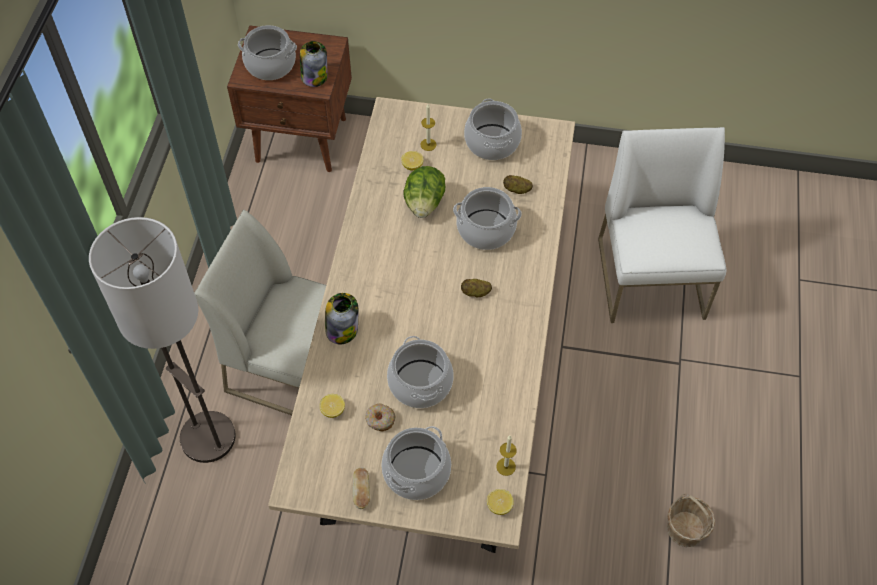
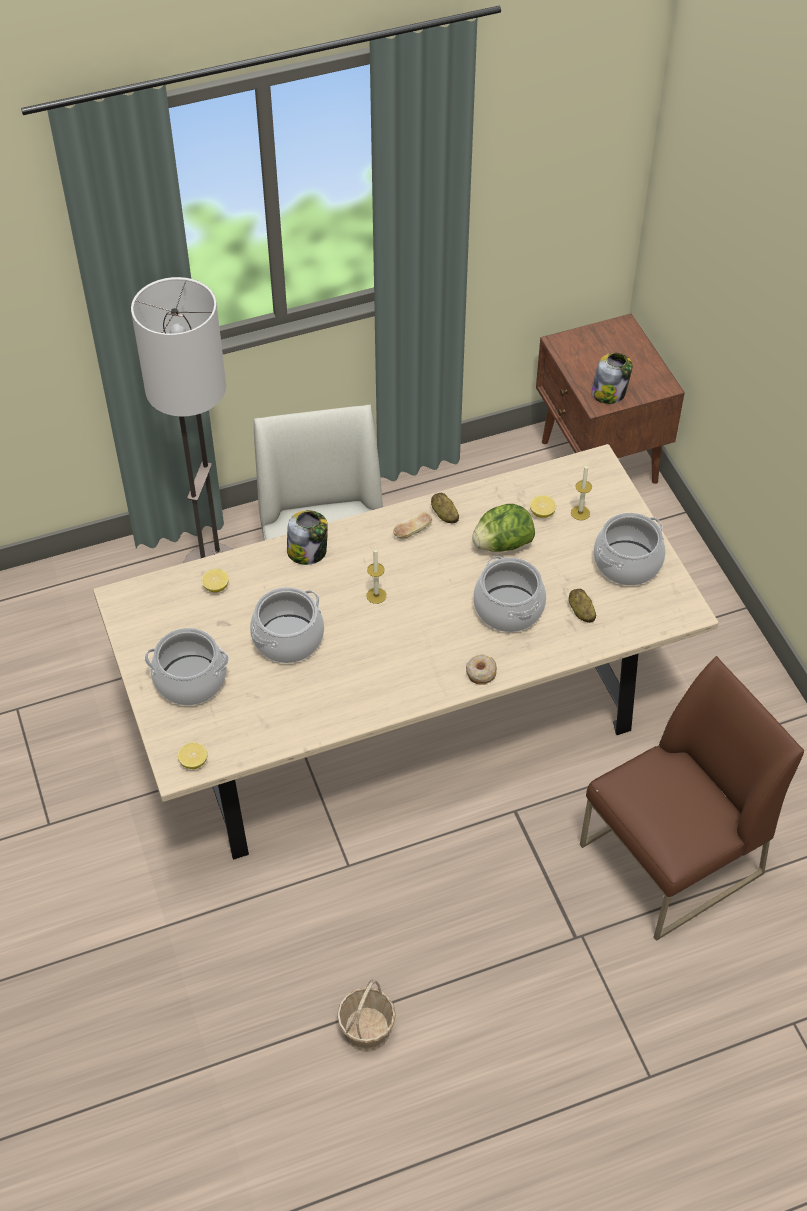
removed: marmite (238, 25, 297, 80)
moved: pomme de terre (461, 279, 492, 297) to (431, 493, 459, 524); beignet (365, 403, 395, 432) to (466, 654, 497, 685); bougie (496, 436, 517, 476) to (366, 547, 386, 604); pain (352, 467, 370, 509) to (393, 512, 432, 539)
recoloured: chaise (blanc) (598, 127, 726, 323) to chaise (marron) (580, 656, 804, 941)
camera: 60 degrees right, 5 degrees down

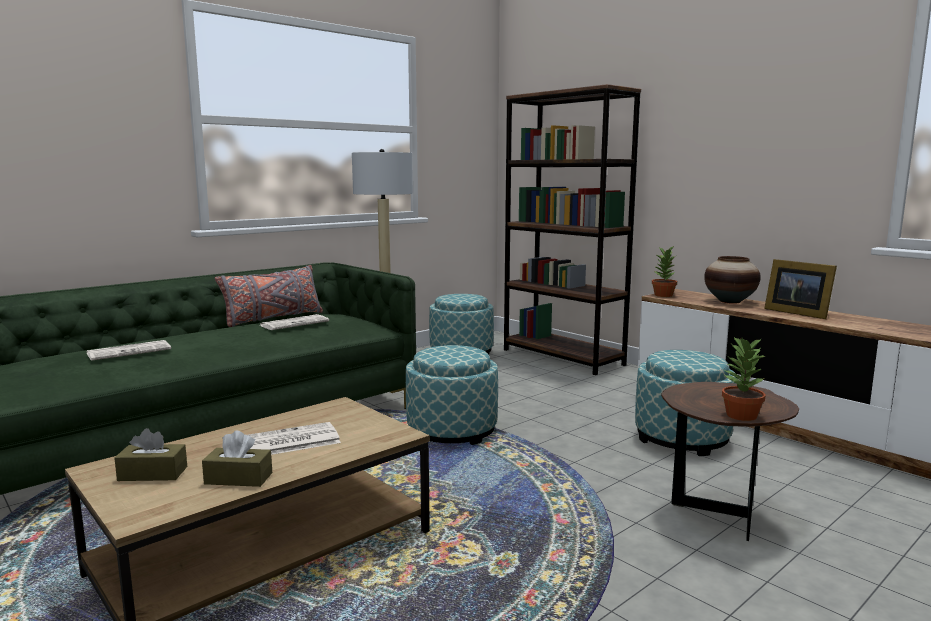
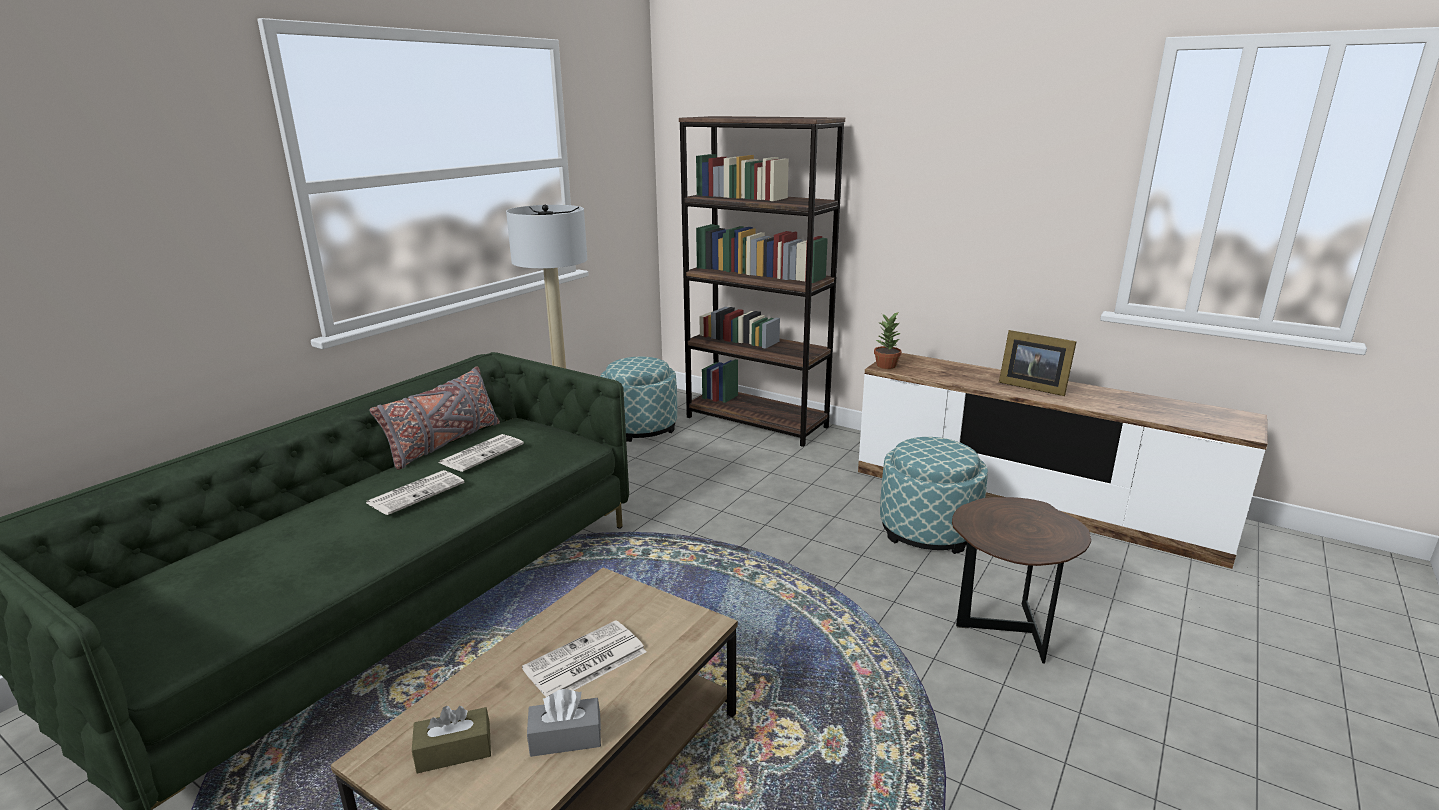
removed: vase (704, 256, 761, 304); plante en pot (722, 337, 765, 421); pouf (406, 345, 498, 445)
moved: journal (86, 340, 171, 361) to (366, 470, 464, 515)
recoloured: boîte à mouchoirs (marron) (202, 431, 272, 487) to boîte à mouchoirs (gris) (527, 689, 601, 757)
camera: 15 degrees left, 10 degrees up

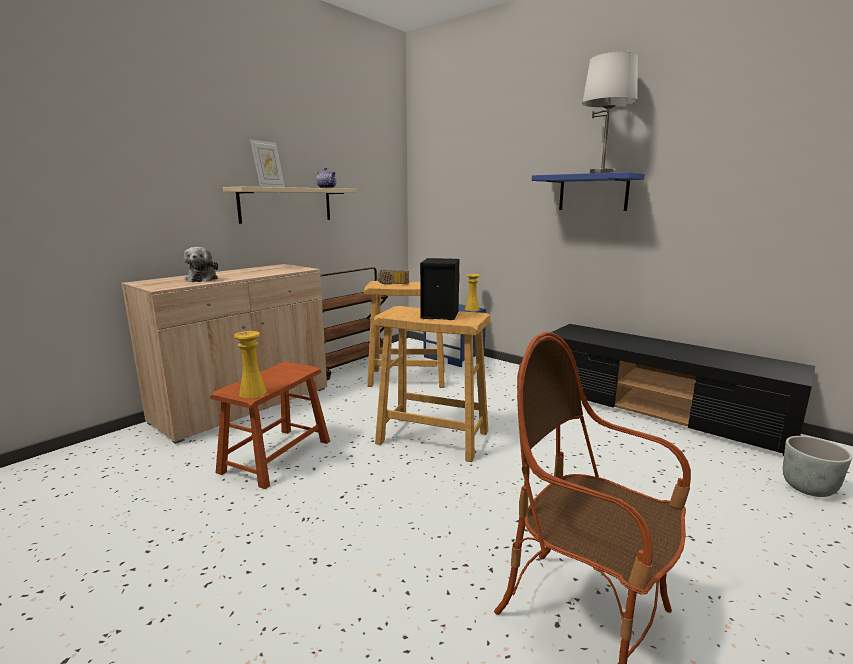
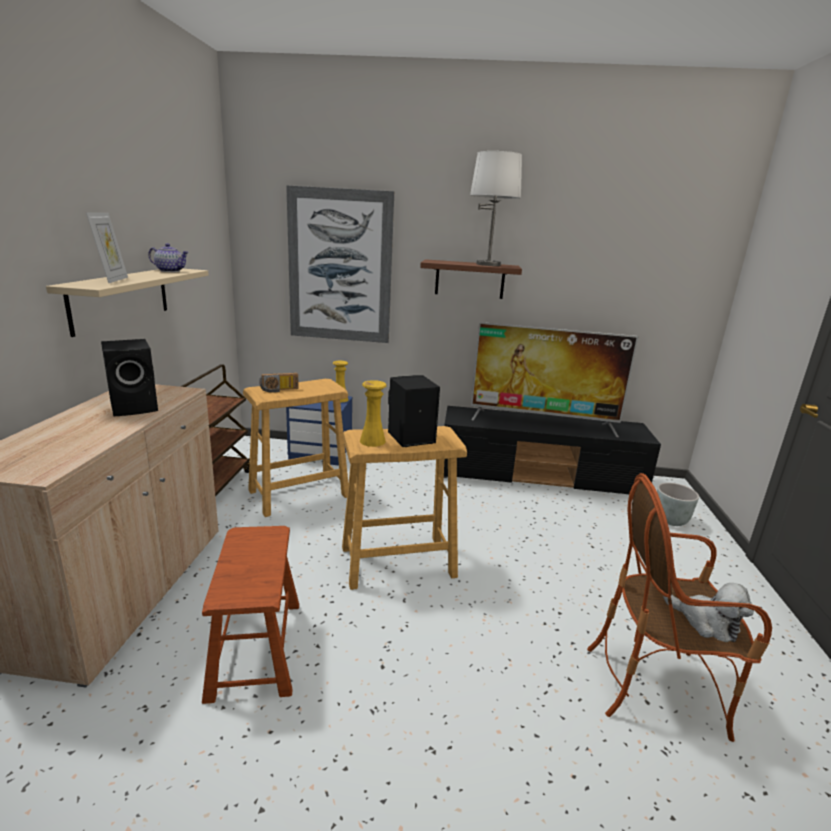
added: tableau (286, 185, 394, 343); téléviseur (471, 322, 639, 437); enceinte (noir) (101, 339, 158, 417)
moved: peluche (184, 247, 218, 282) to (663, 583, 754, 642); vase (jaune) (234, 331, 267, 398) to (360, 380, 386, 447)
recoloured: étagère (bleu) (532, 172, 645, 211) to étagère (marron) (420, 259, 522, 299)
camera: 35 degrees left, 5 degrees up

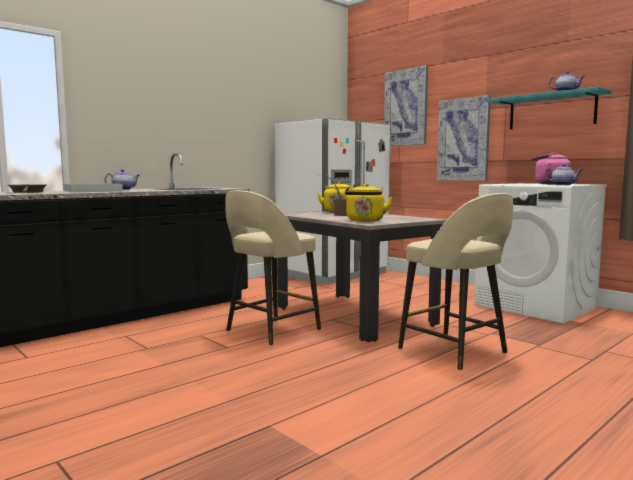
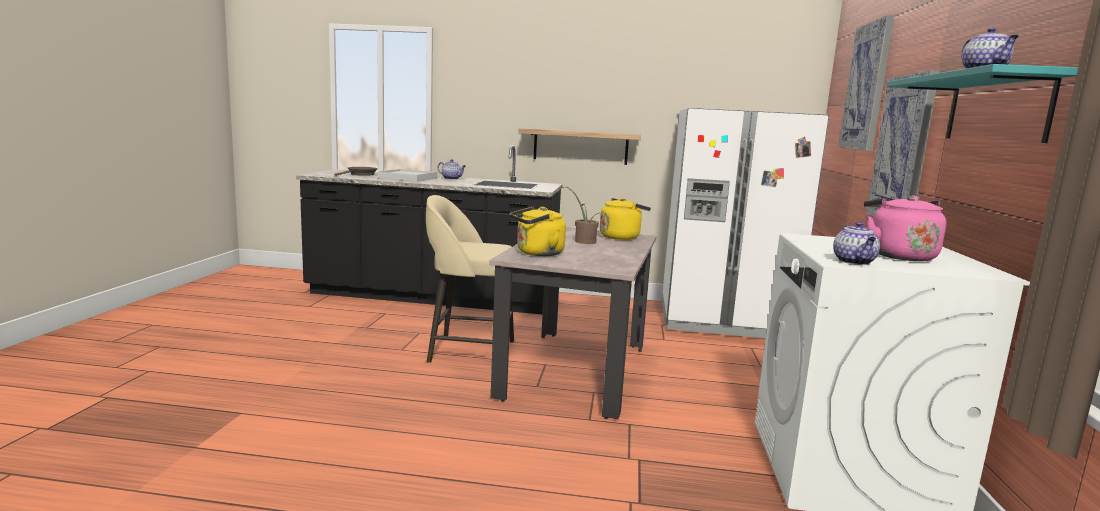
removed: tabouret (beige) (398, 193, 513, 370)
added: étagère (518, 128, 641, 165)
camera: 50 degrees right, 5 degrees up

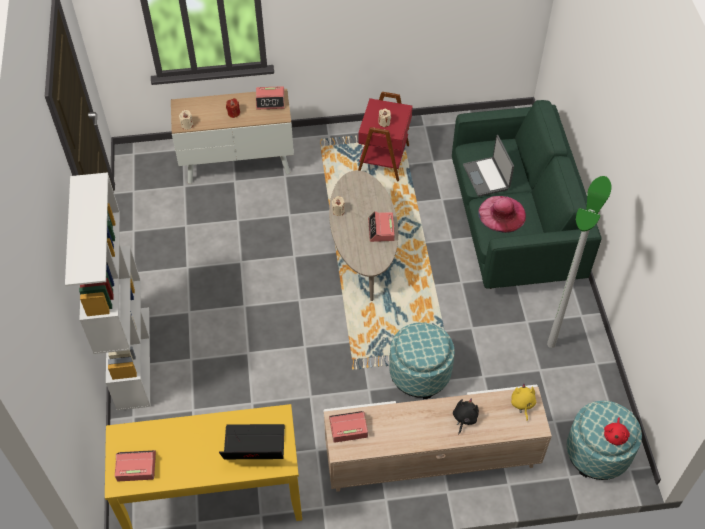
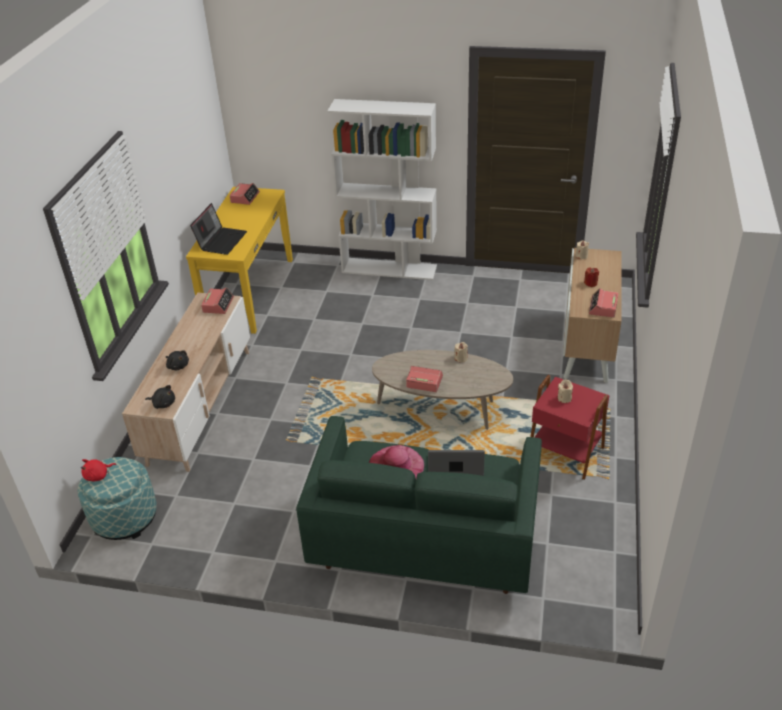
removed: lampadaire (547, 176, 612, 348); pouf (389, 322, 455, 399)
recoloured: peluche (jaune) (511, 383, 536, 421) to peluche (noir) (145, 385, 175, 409)
turned: peluche (rouge) (604, 417, 630, 445) = (81, 459, 117, 481) 75 degrees counterclockwise
camera: 110 degrees right, 15 degrees down

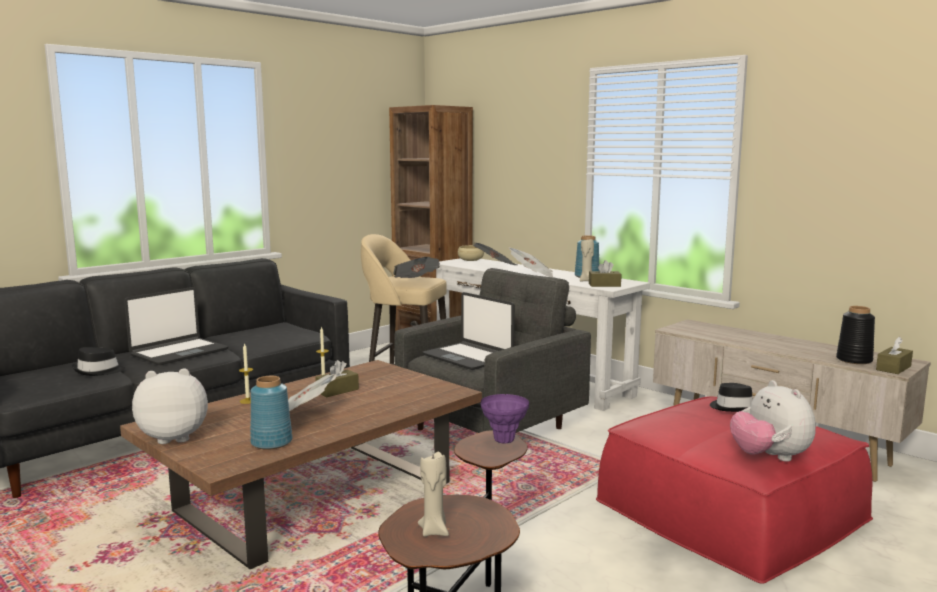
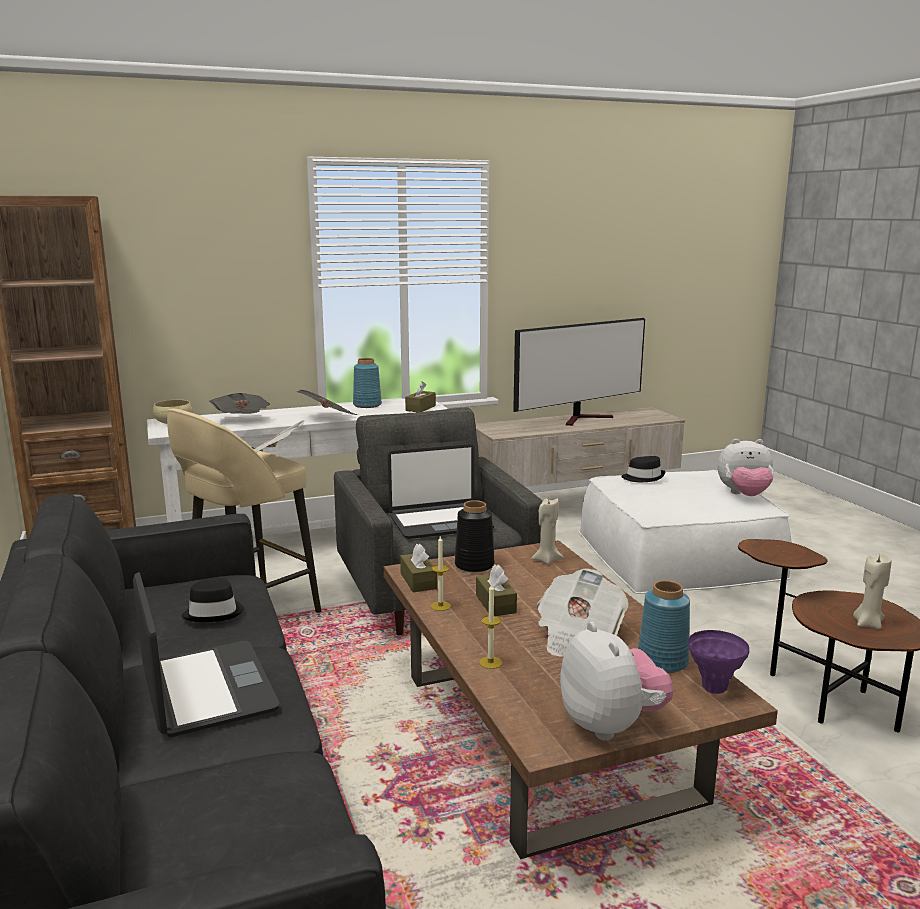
added: téléviseur (513, 318, 645, 426)
moved: bougie (beige) (580, 239, 594, 281) to (531, 499, 563, 565); vase (noir) (836, 306, 875, 364) to (455, 500, 495, 572); boîte à mouchoirs (marron) (876, 337, 913, 374) to (400, 544, 437, 592); chapeau (noir) (72, 347, 125, 376) to (181, 578, 244, 622); vase (violet) (481, 394, 529, 443) to (688, 630, 749, 694)
recoloured: pouf (rouge) (596, 396, 873, 584) to pouf (blanc) (579, 470, 791, 594)
turned: peluche (132, 368, 208, 444) = (560, 622, 673, 740) 150 degrees clockwise
camera: 65 degrees left, 5 degrees up

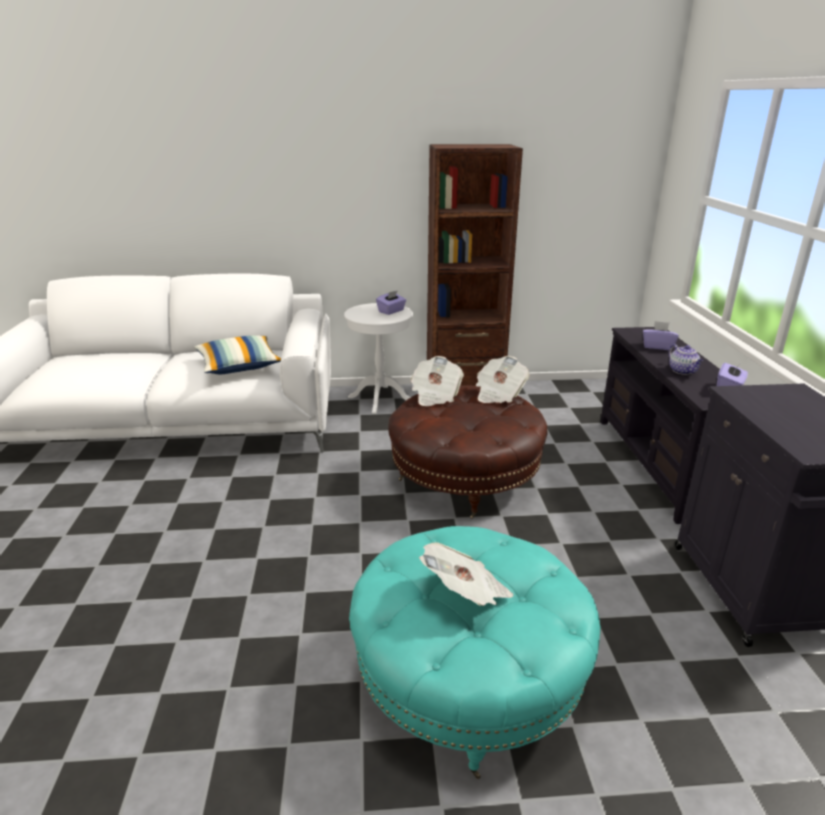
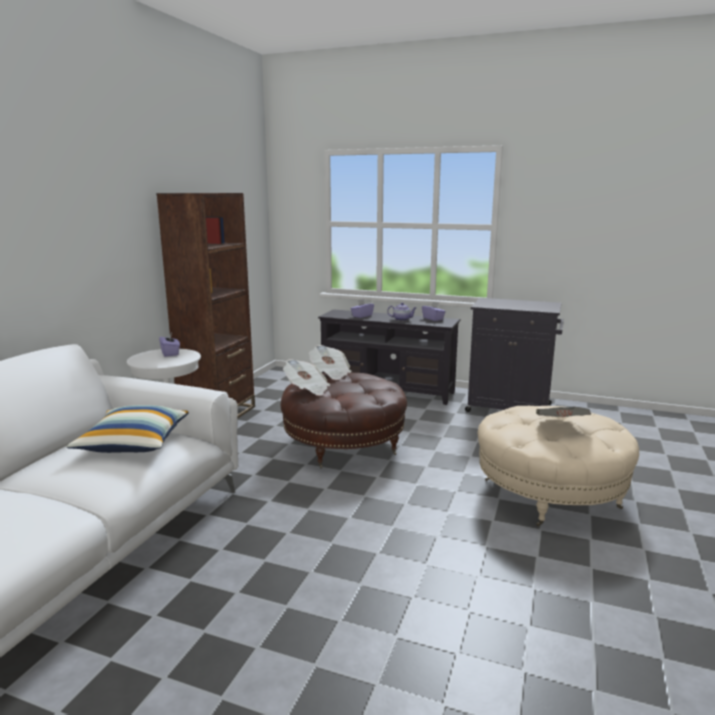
recoloured: pouf (turquoise) (349, 526, 601, 779) to pouf (beige) (477, 406, 639, 526)
camera: 65 degrees left, 10 degrees down

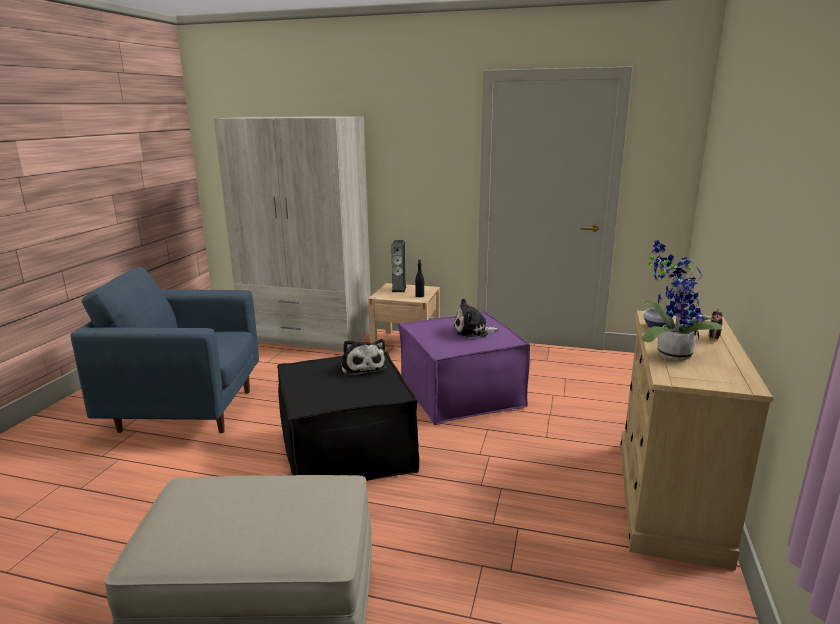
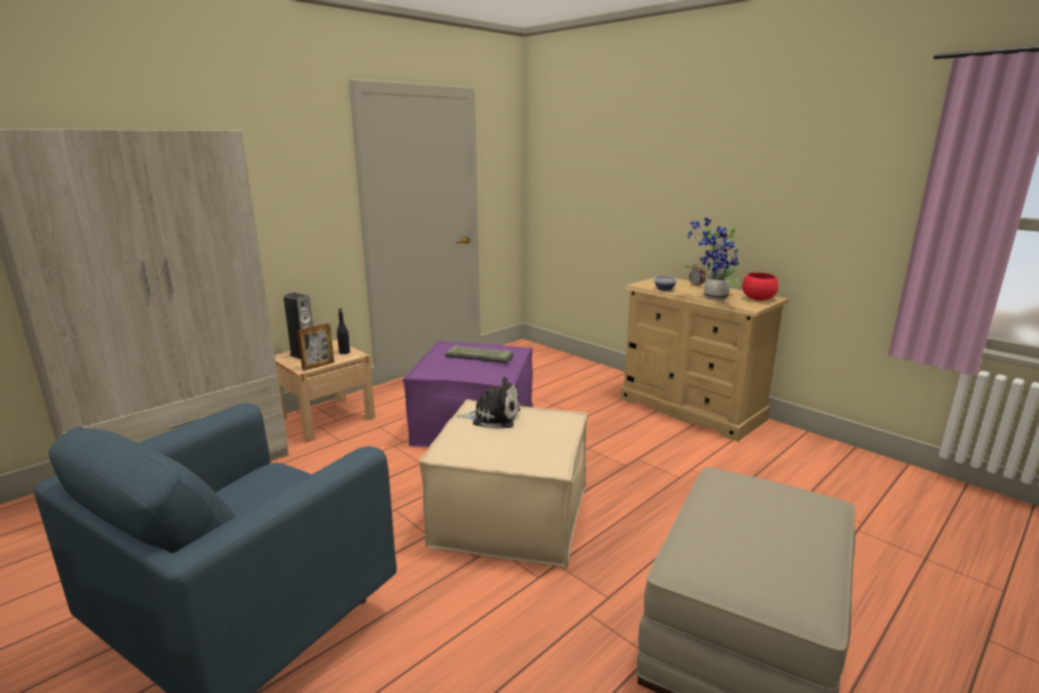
added: bol (rouge) (743, 273, 779, 301); cadre photo (297, 324, 334, 371)
replaced: peluche (454, 298, 499, 337) to clavier (445, 345, 514, 363)
recoloured: pouf (noir) (277, 351, 419, 481) to pouf (beige) (419, 399, 588, 567)
camera: 60 degrees left, 0 degrees up

